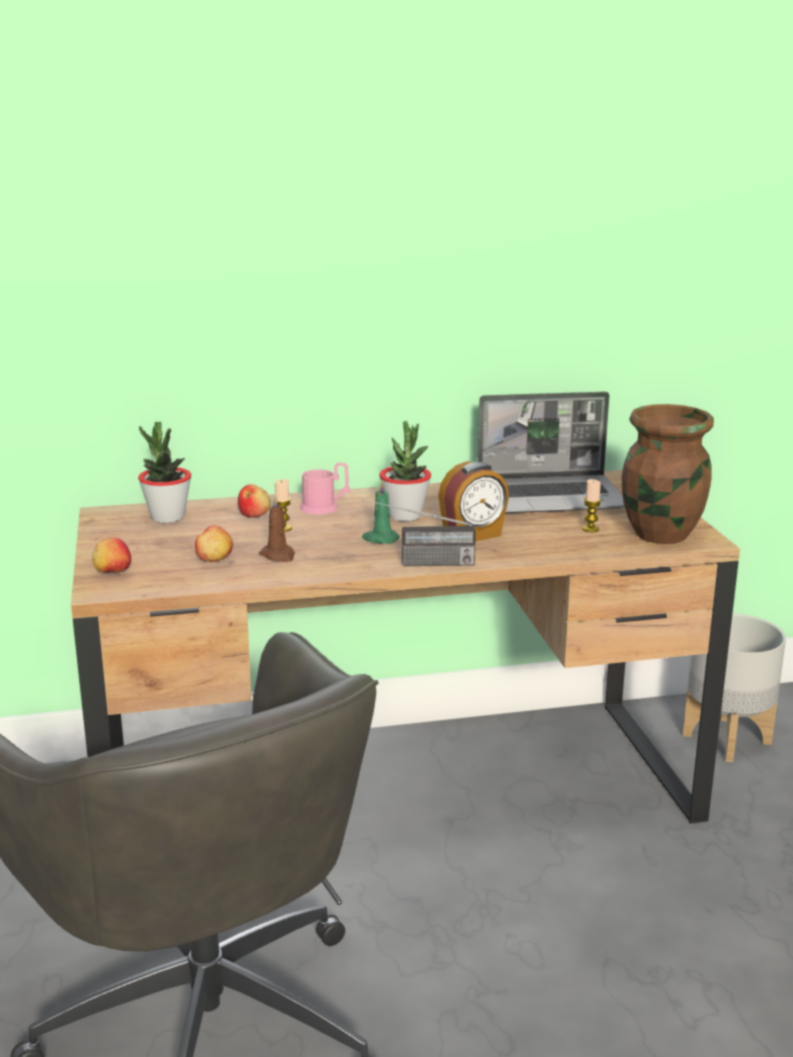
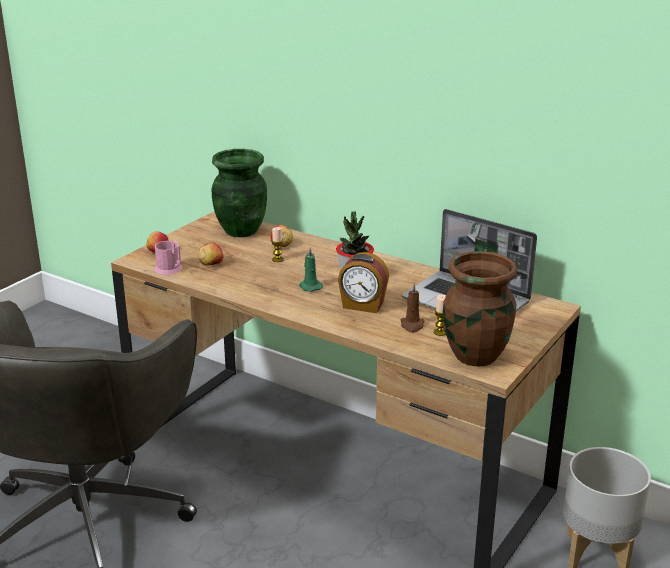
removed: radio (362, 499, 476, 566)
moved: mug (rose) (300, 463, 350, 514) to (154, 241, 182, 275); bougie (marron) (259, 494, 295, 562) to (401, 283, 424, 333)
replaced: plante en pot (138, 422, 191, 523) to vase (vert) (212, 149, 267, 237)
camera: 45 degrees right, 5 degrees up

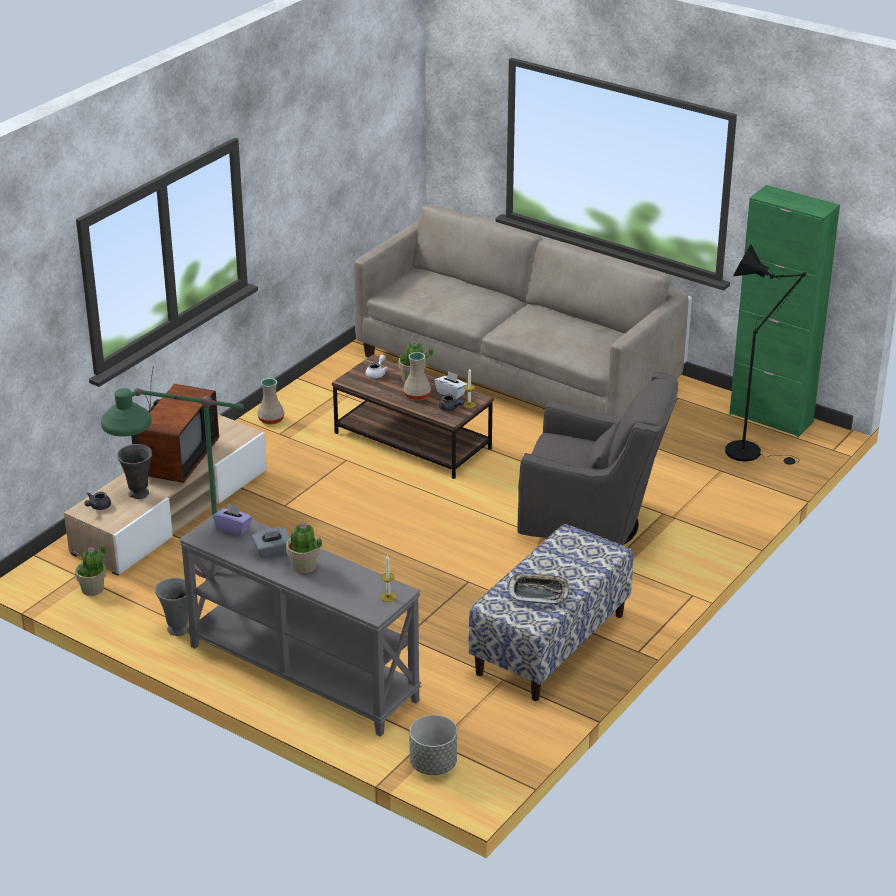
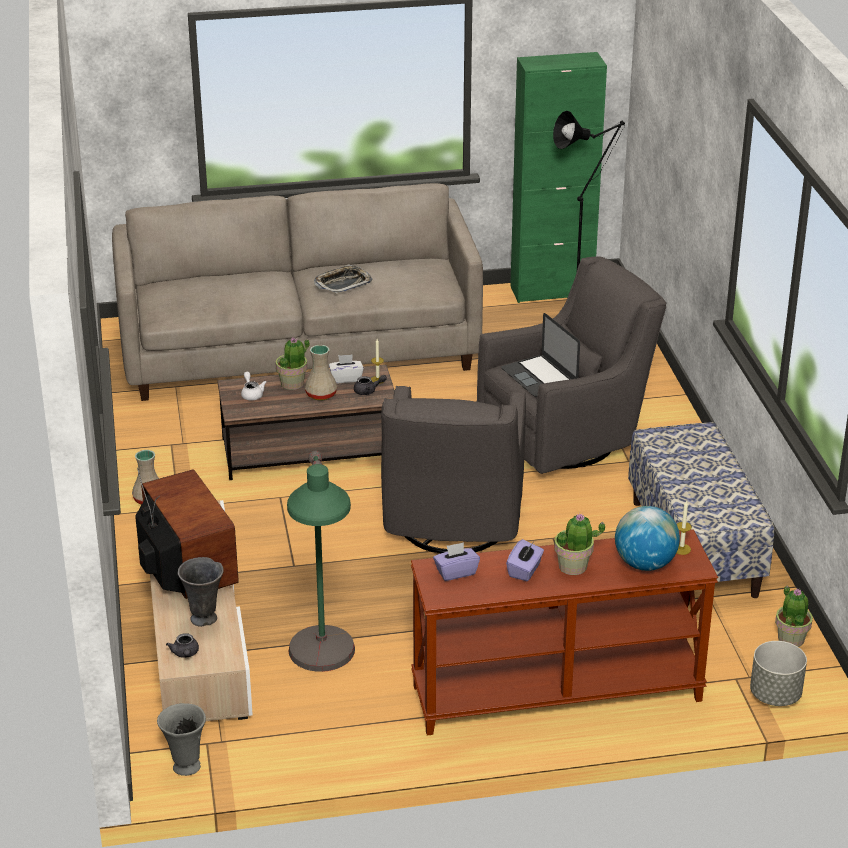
added: ordinateur portable (501, 313, 580, 397); fauteuil (gris) (381, 386, 526, 554); globe (615, 506, 680, 571)
moved: plante en pot (75, 546, 106, 596) to (775, 586, 813, 647); plateau (506, 573, 570, 605) to (314, 264, 372, 294); vase (gris) (155, 578, 189, 636) to (157, 703, 206, 776)
recoloured: table console (gris) (179, 507, 422, 737) to table console (marron) (411, 529, 718, 735); boîte à mouchoirs (gris) (252, 527, 290, 558) to boîte à mouchoirs (violet) (506, 539, 544, 581)
camera: 45 degrees left, 0 degrees up

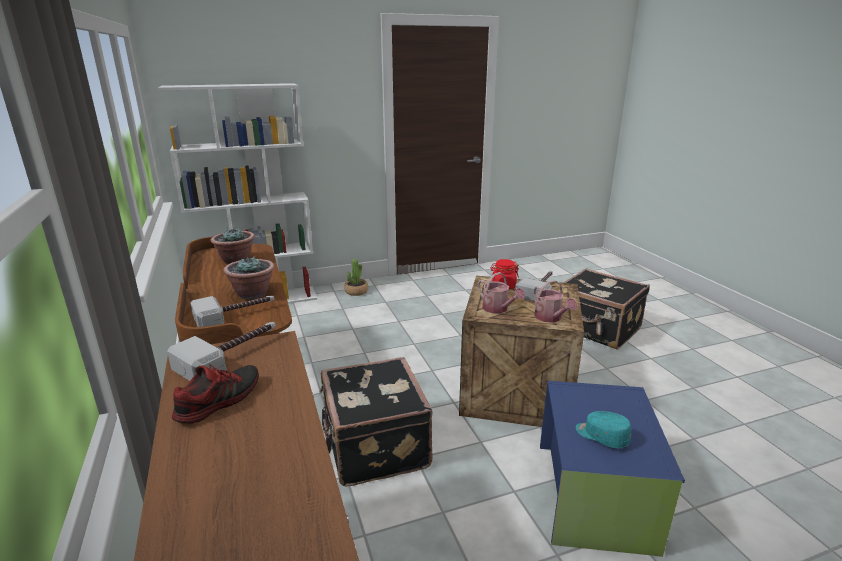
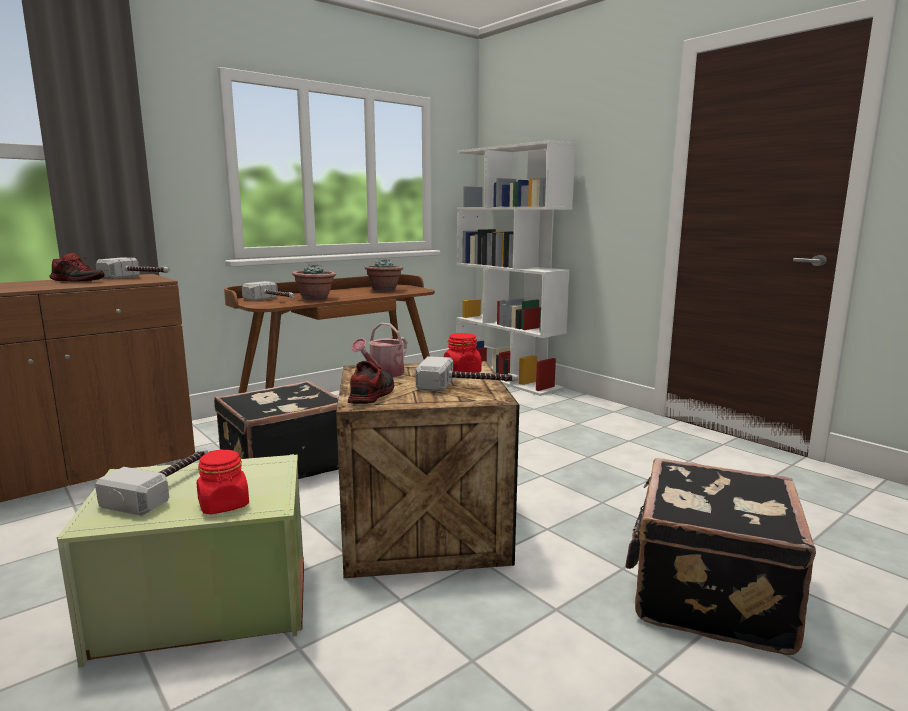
removed: plante en pot (344, 259, 368, 296)
added: bocal (rouge) (197, 449, 249, 514)
replaced: arrosoir (533, 280, 577, 323) to chaussure (348, 361, 394, 404); casquette (turquoise) (576, 411, 631, 448) to marteau (95, 449, 208, 516)
recoloured: boîte de rangement (bleu) (540, 381, 685, 557) to boîte de rangement (vert) (57, 454, 304, 667)
camera: 70 degrees right, 10 degrees down

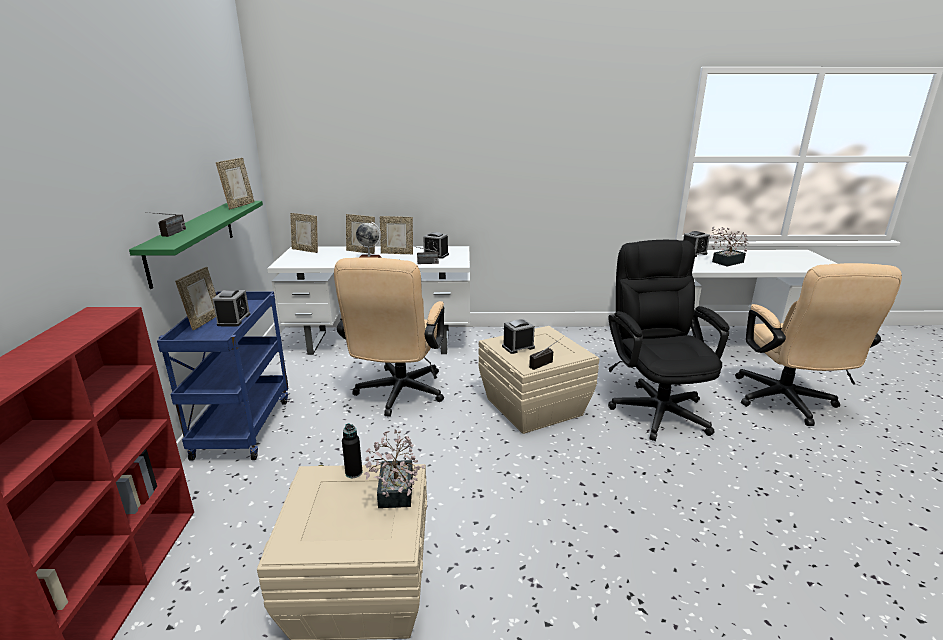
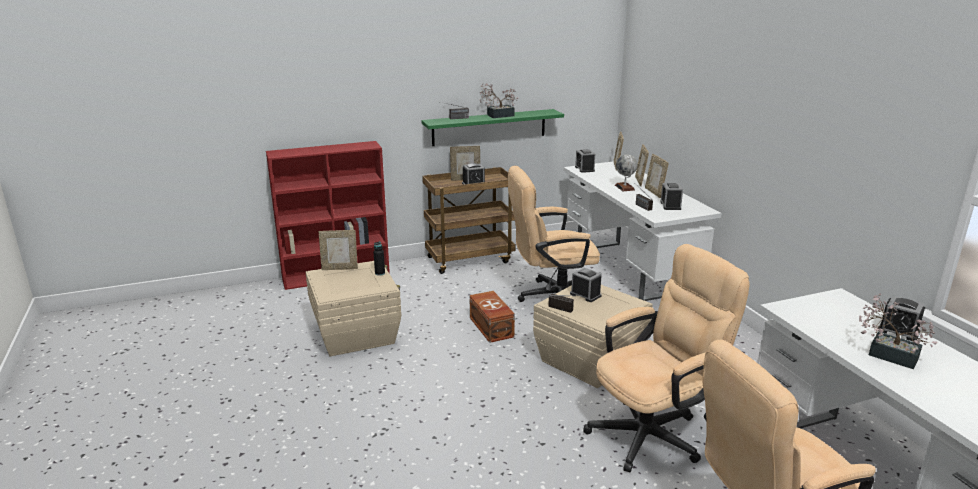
added: réveil (575, 149, 595, 173); boîte de rangement (marron) (470, 291, 515, 343)
moved: cadre photo (216, 158, 254, 210) to (319, 230, 358, 270); plante en pot (364, 429, 425, 508) to (479, 83, 518, 118)
recoloured: chaise de bureau (noir) (608, 240, 730, 441) to chaise de bureau (beige) (583, 244, 750, 472); chariot (bleu) (157, 291, 289, 461) to chariot (marron) (422, 167, 516, 274)
camera: 70 degrees right, 0 degrees up

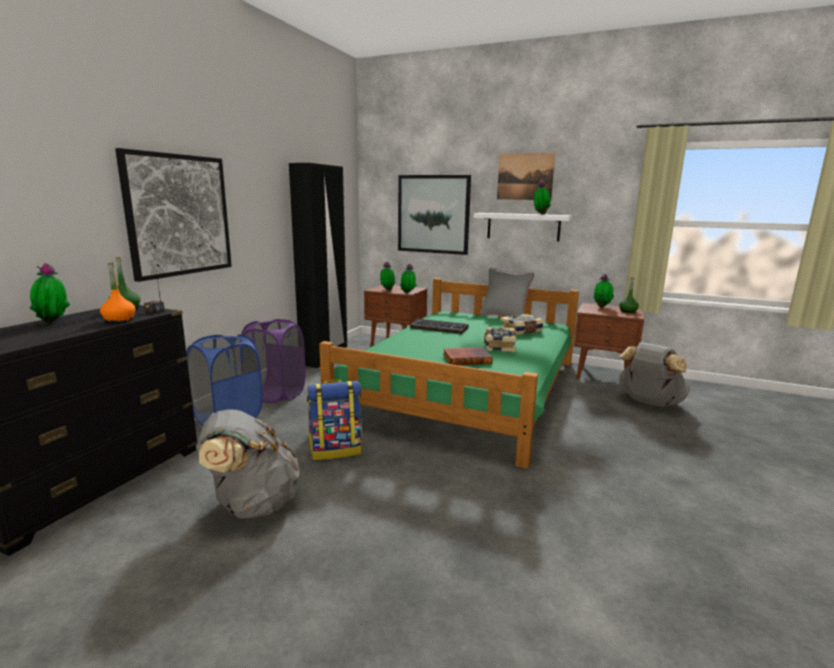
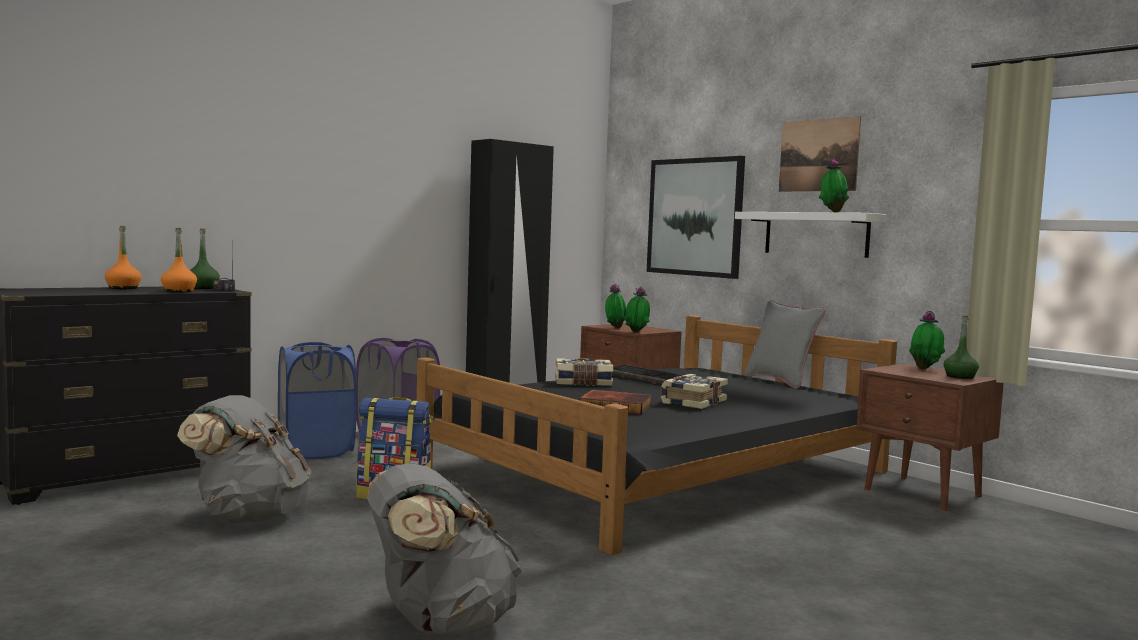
removed: tableau (115, 148, 232, 282)
moved: livre (500, 314, 544, 335) to (555, 358, 613, 386); sac à dos (gris) (618, 342, 690, 407) to (367, 463, 522, 638)
replaced: plante en pot (30, 263, 70, 323) to bouteille (orange) (105, 226, 141, 289)
recoloured: lit (vert) (319, 278, 579, 469) to lit (noir) (417, 315, 897, 556)
camera: 25 degrees right, 10 degrees down

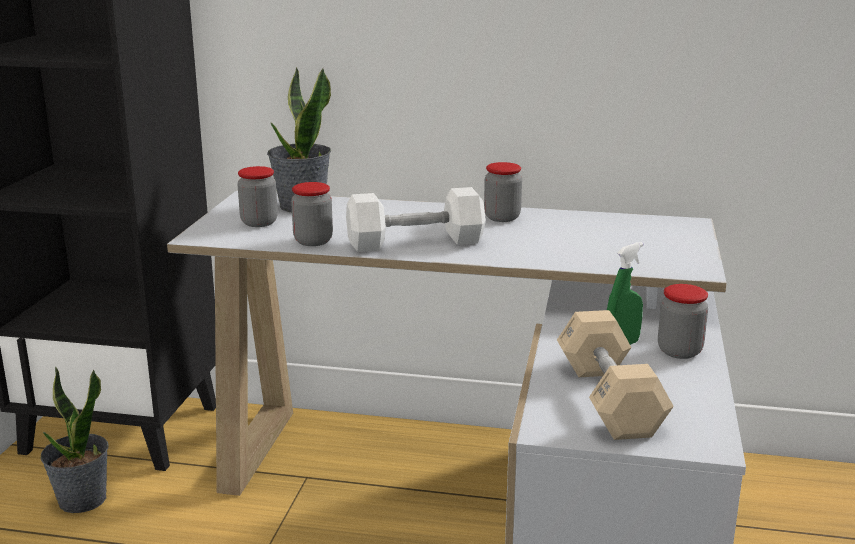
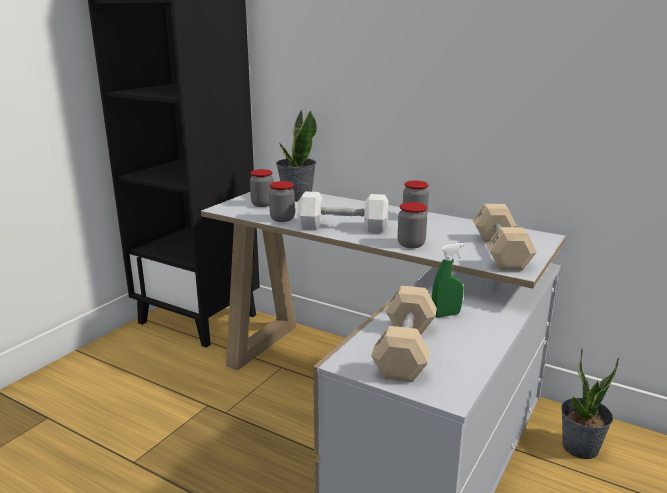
added: haltère (beige) (473, 204, 537, 270)
moved: bocal (658, 284, 708, 359) to (398, 202, 427, 248); plante en pot (41, 366, 108, 513) to (561, 349, 619, 459)
camera: 20 degrees right, 0 degrees up

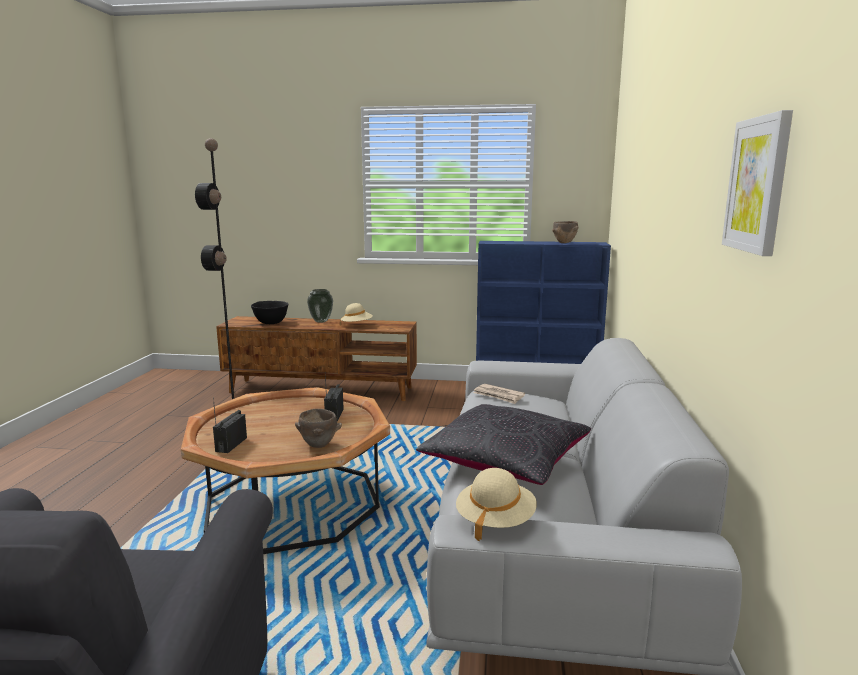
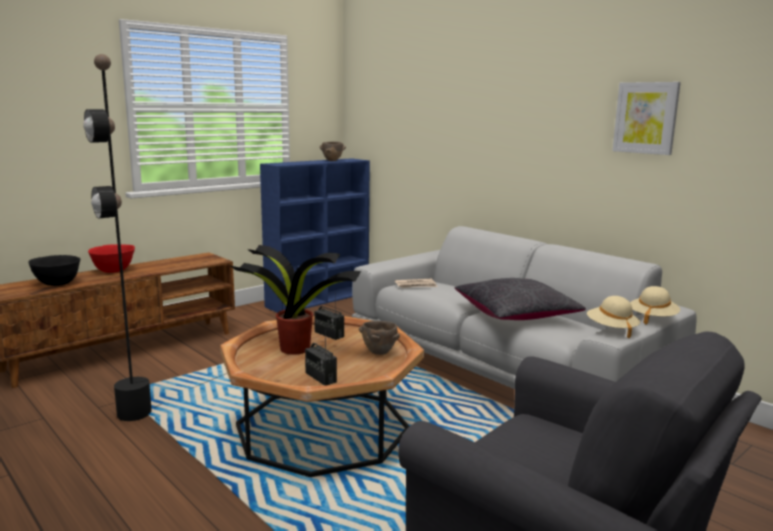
added: plante en pot (229, 245, 361, 355)
moved: chapeau (beige) (341, 303, 373, 322) to (630, 286, 680, 325)
replaced: vase (307, 289, 333, 323) to bol (rouge) (88, 244, 135, 273)
camera: 50 degrees left, 0 degrees up

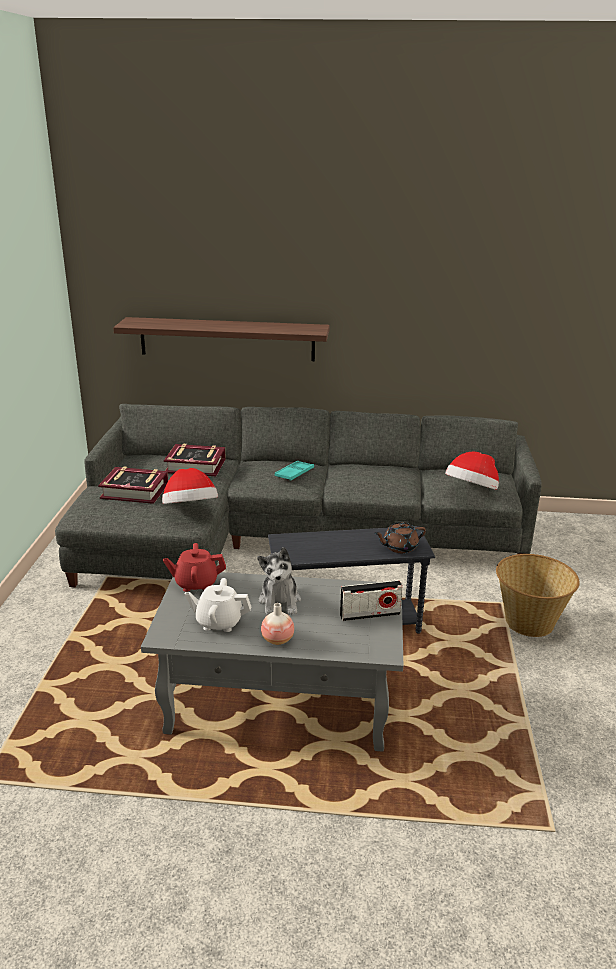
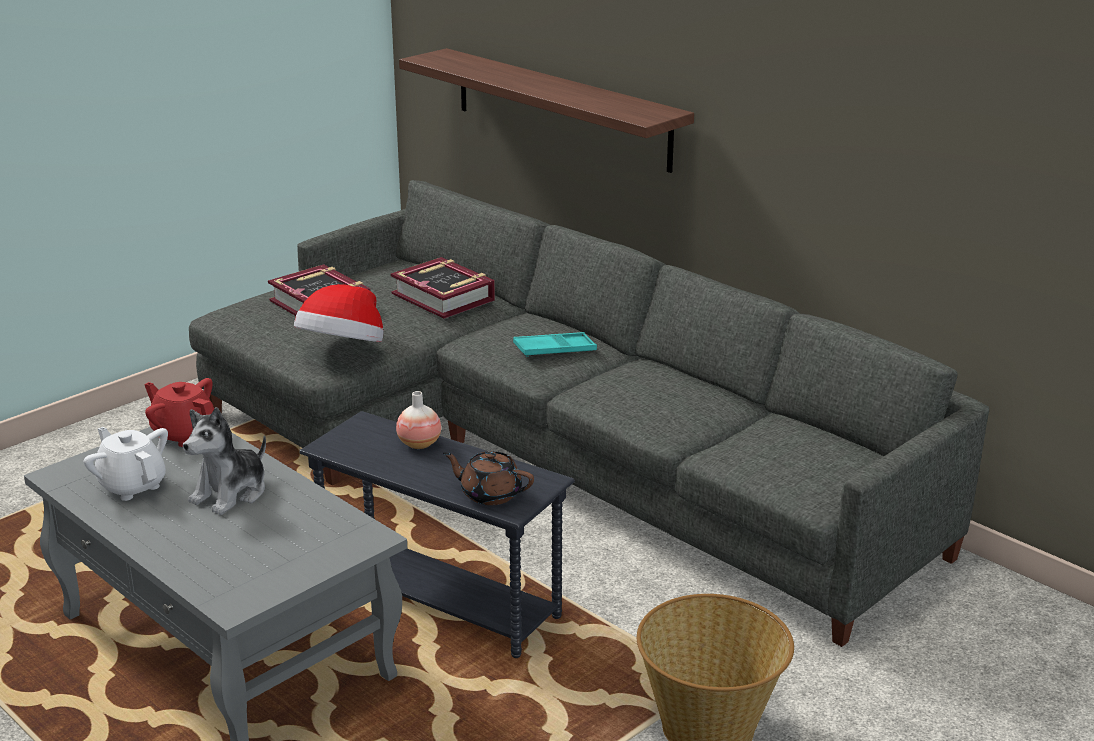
removed: chapeau (445, 452, 499, 490); radio (340, 580, 403, 621)
moved: vase (261, 603, 294, 645) to (396, 391, 441, 449)
camera: 40 degrees right, 0 degrees up

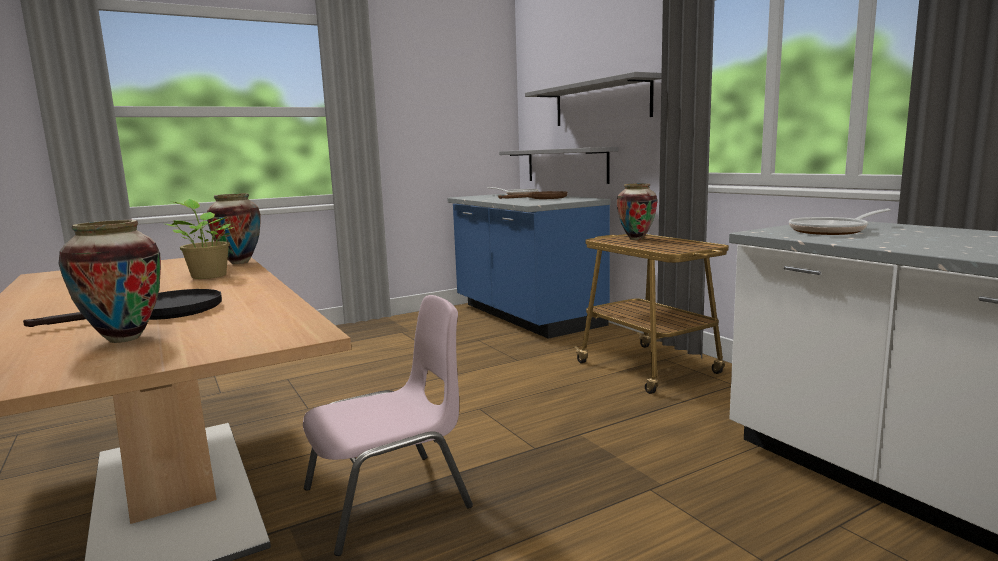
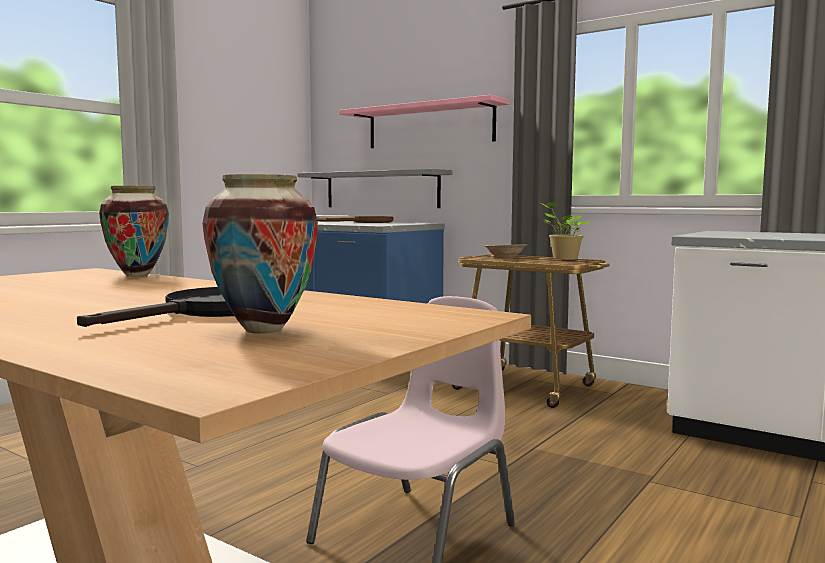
removed: poêle (789, 209, 891, 235)
moved: plante en pot (166, 199, 234, 279) to (538, 202, 591, 260)
replaced: vase (617, 183, 657, 240) to bol (marron) (485, 244, 527, 259)
recoloured: étagère (gris) (525, 72, 662, 126) to étagère (rose) (339, 95, 510, 148)
camera: 25 degrees left, 5 degrees down

